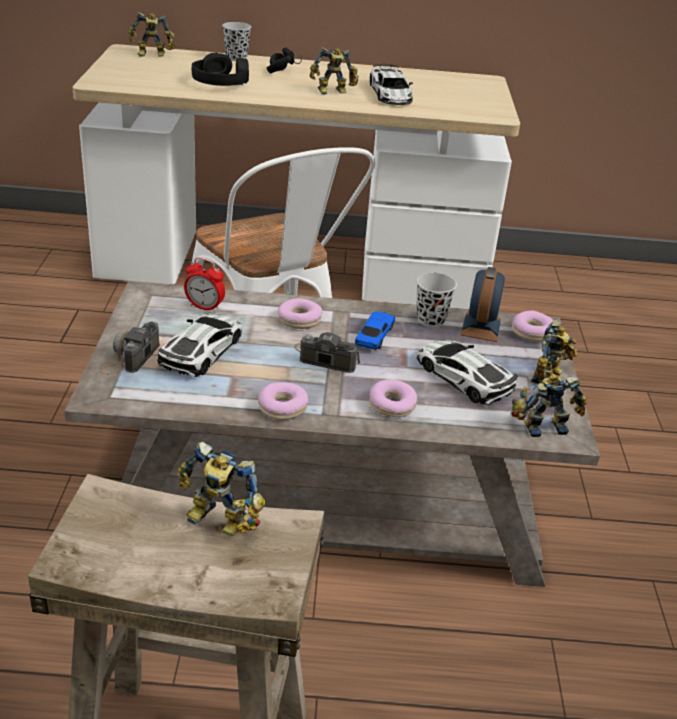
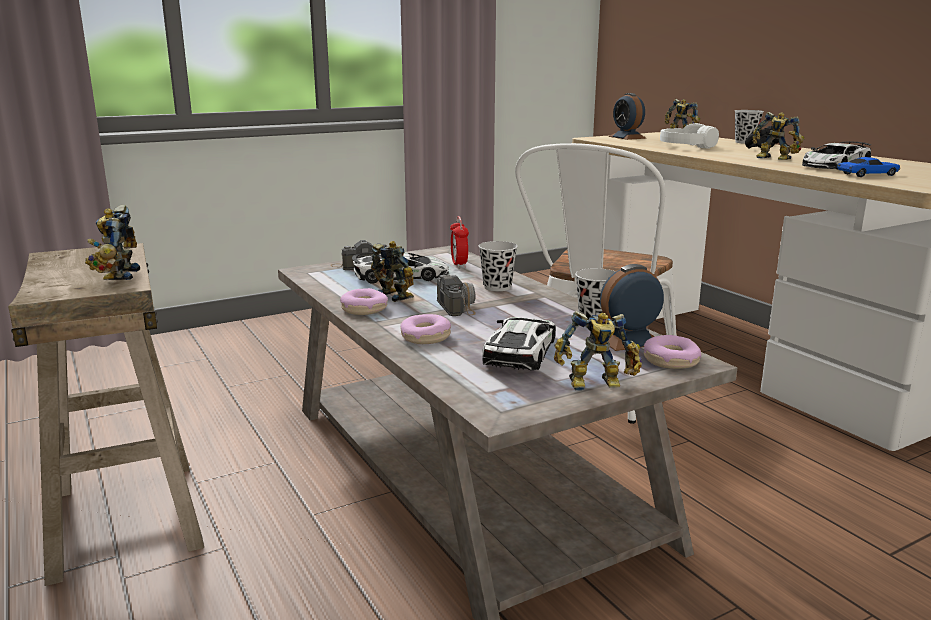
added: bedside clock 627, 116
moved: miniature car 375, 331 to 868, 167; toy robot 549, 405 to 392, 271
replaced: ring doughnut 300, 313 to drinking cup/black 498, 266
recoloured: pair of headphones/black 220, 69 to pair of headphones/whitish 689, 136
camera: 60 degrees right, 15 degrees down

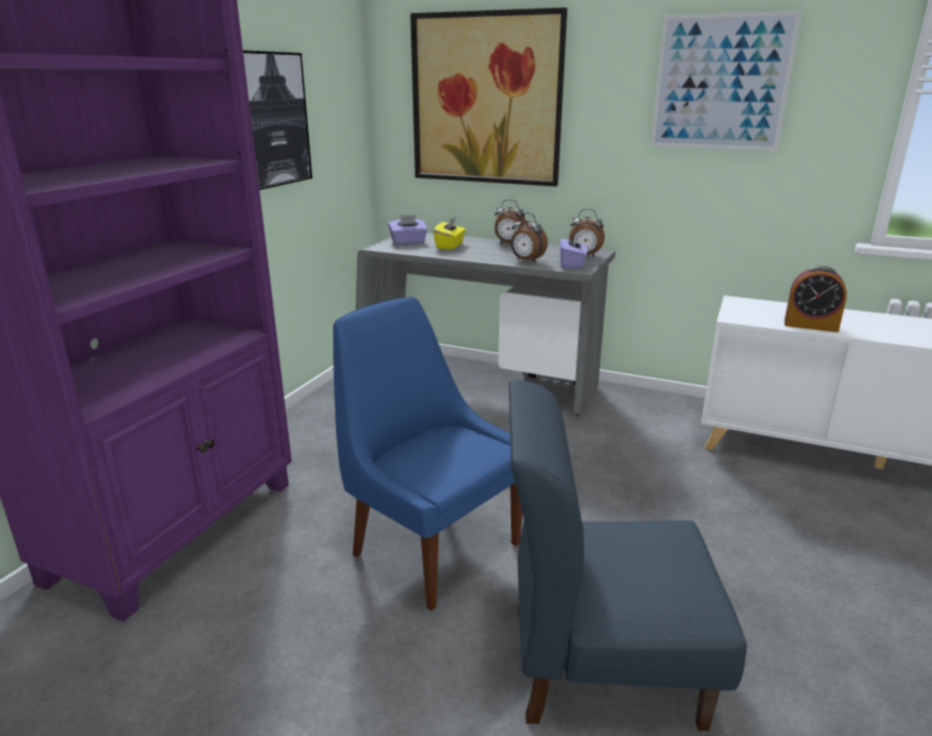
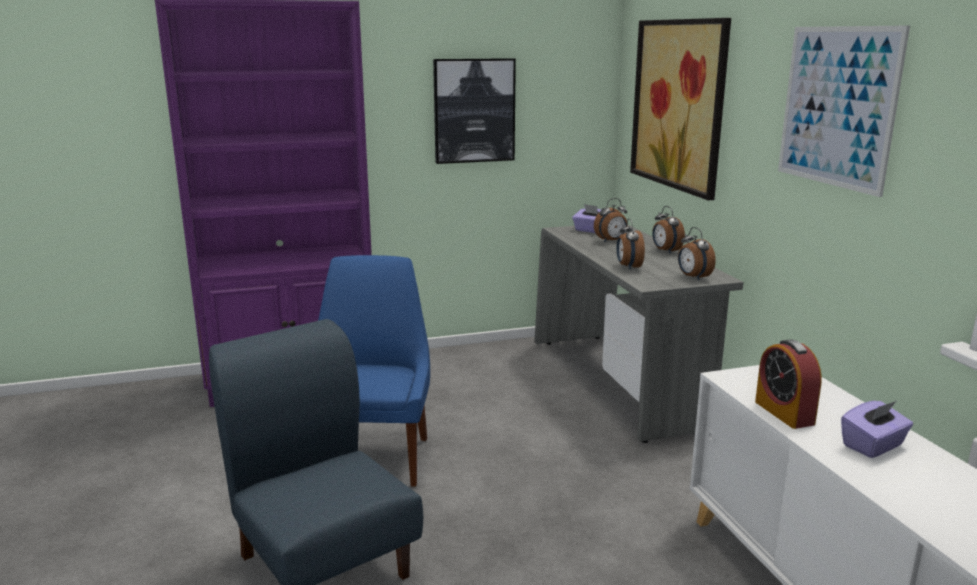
moved: box of tissues/purple 573, 251 to 877, 429
replaced: box of tissues/yellow-coloured 449, 233 to bedside clock 611, 220
camera: 50 degrees right, 5 degrees down

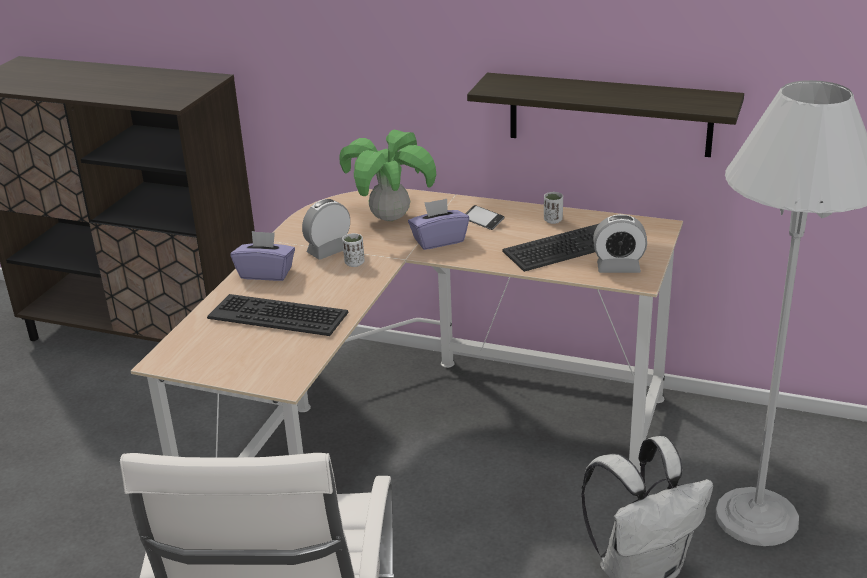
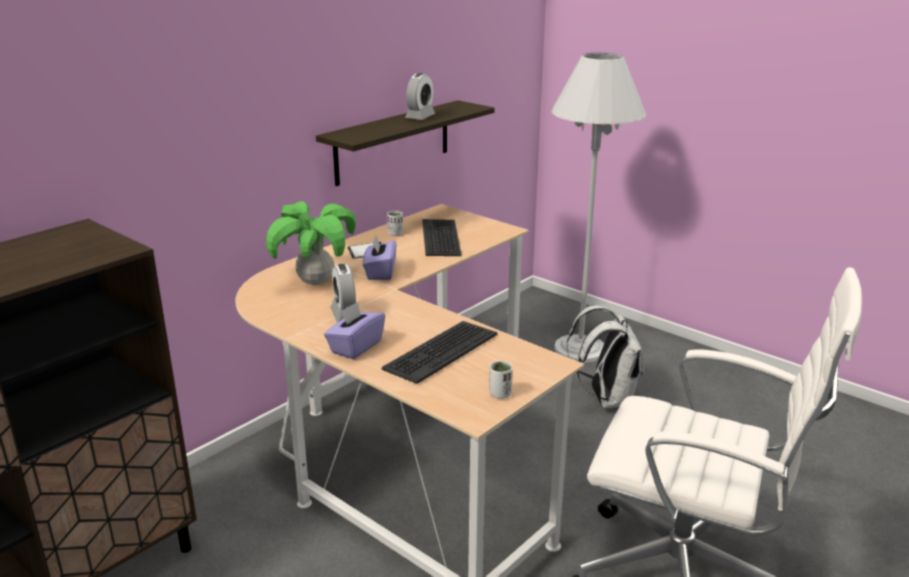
moved: bedside clock 620, 243 to 420, 96; drinking cup/whitish 353, 250 to 501, 380
camera: 70 degrees left, 5 degrees down

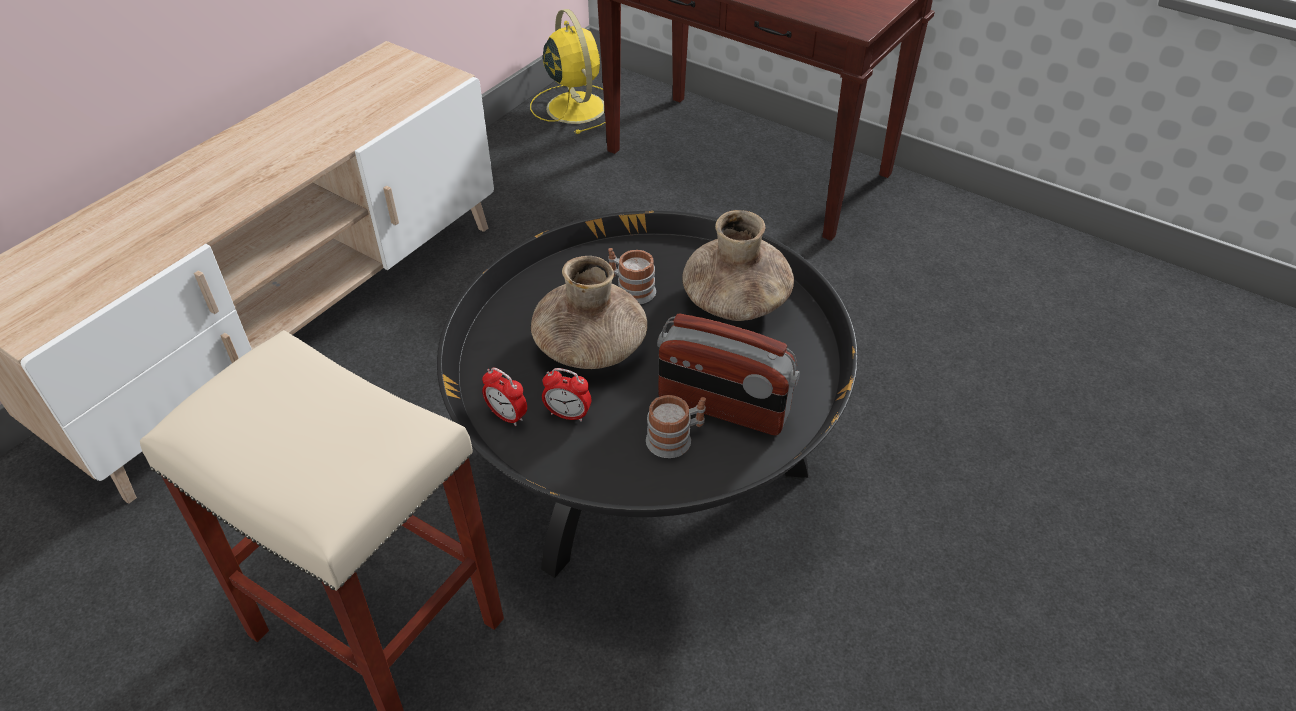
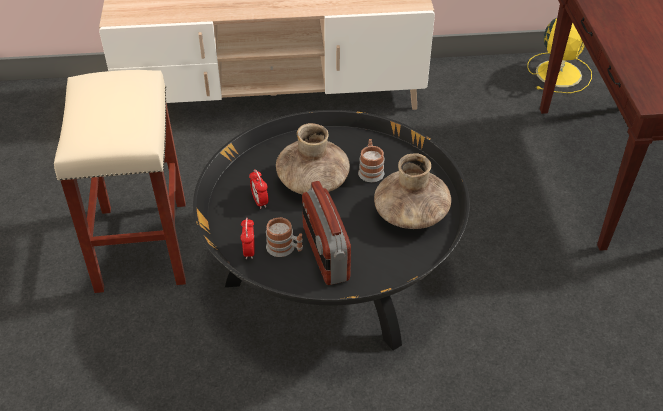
moved: bedside clock 504, 397 to 247, 238
camera: 50 degrees right, 0 degrees up

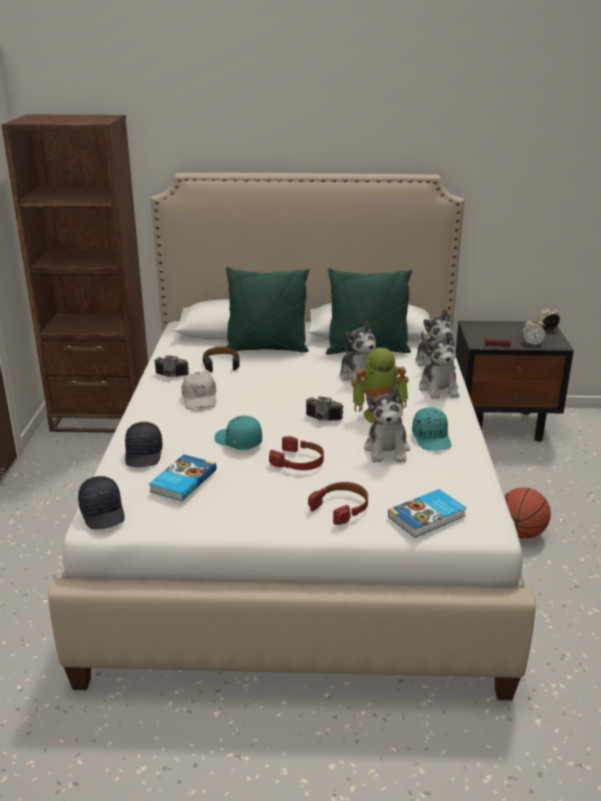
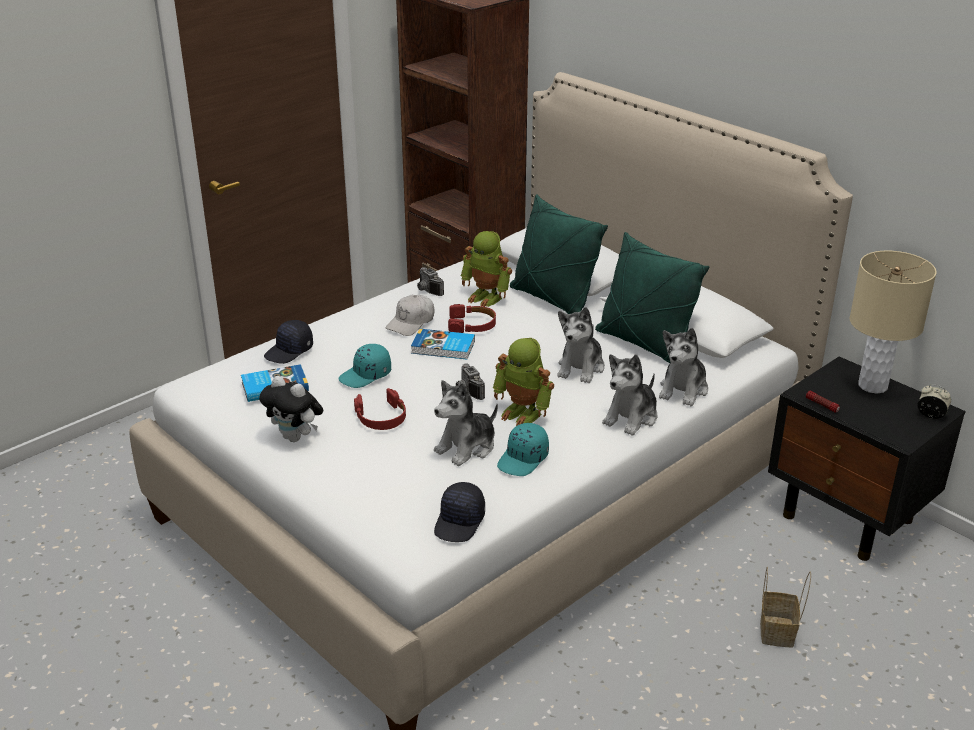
removed: bedside clock 533, 331; basketball ball 527, 513
added: tabletop lamp/beige-coloured 893, 322; cuddly toy 291, 409; basket 785, 607
moved: baseball cap/black 101, 502 to 459, 512; pair of headphones/reddish 338, 503 to 472, 318; bound book 427, 513 to 443, 344
replaced: pair of headphones/black 221, 359 to toy robot 486, 269
turned: baseball cap/turquoise 238, 433 = 364, 366 120 degrees counterclockwise
camera: 45 degrees right, 5 degrees up

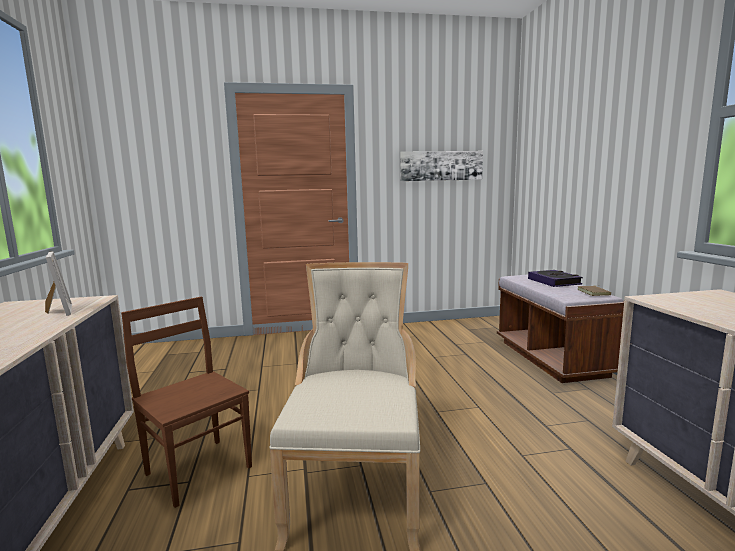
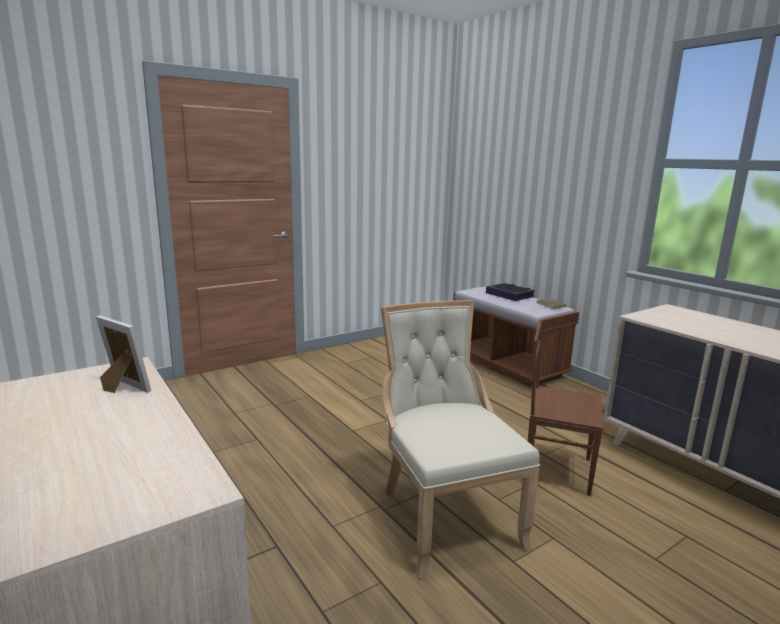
removed: wall picture 441, 166
moved: chair/brown-coloured 186, 402 to 565, 408
camera: 25 degrees left, 5 degrees up

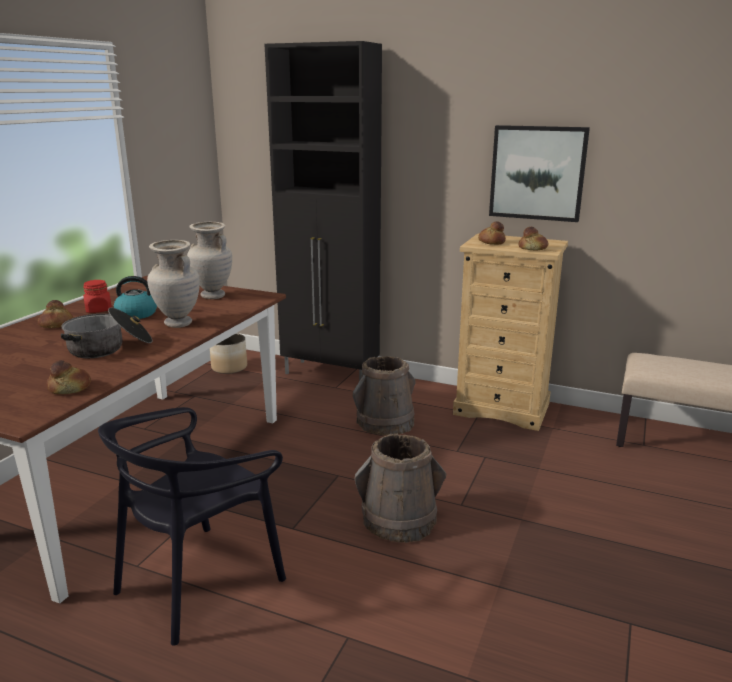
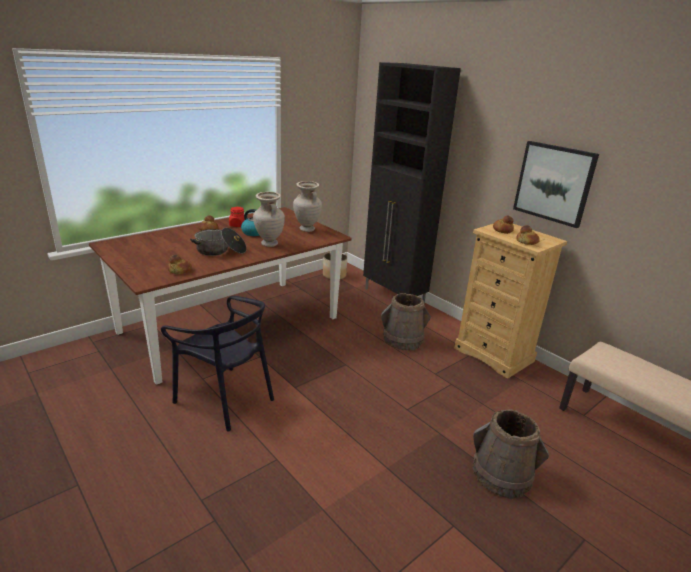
moved: bucket/brown-coloured 400, 488 to 511, 454
turned: chair/black 192, 526 = 217, 363 120 degrees counterclockwise
camera: 25 degrees right, 5 degrees up

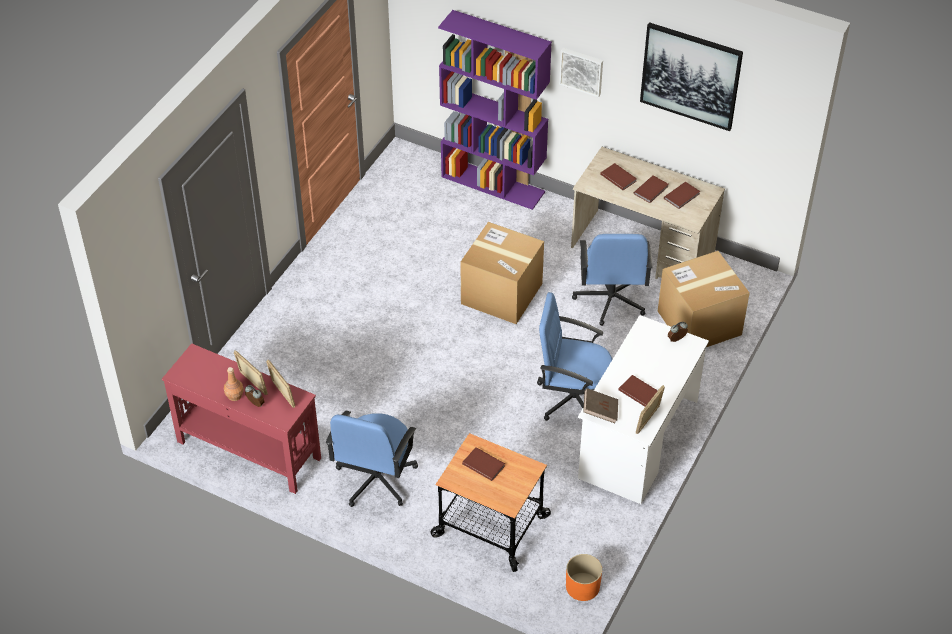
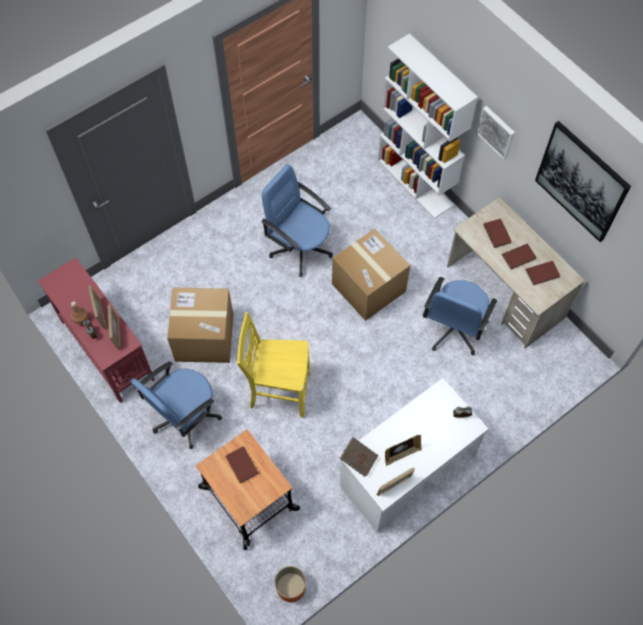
added: chair/yellow-coloured 273, 365
moved: packing box 704, 299 to 200, 325; computer chair/blue 574, 356 to 297, 220
replaced: bound book/brown-coloured 638, 391 to standing frame 403, 450
recoloured: shelving unit/purple 495, 110 to shelving unit/whitish 428, 126
camera: 25 degrees right, 15 degrees up

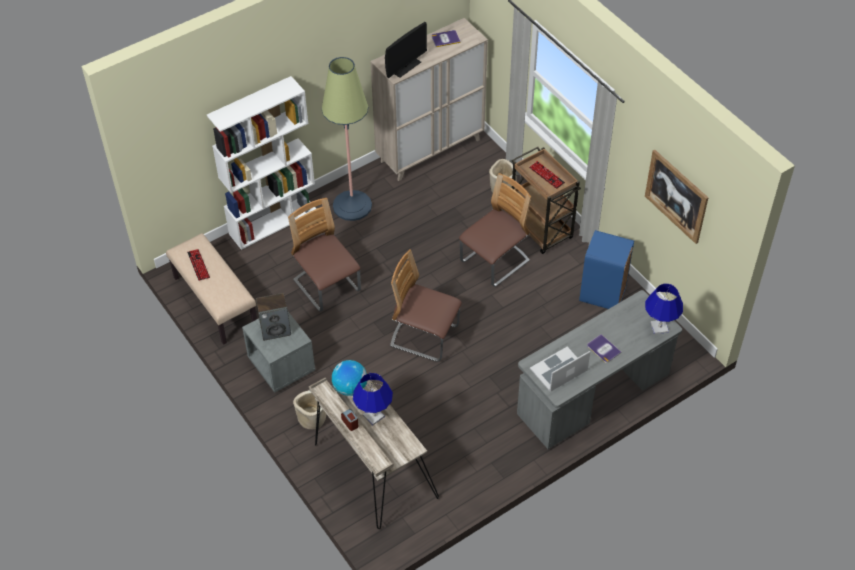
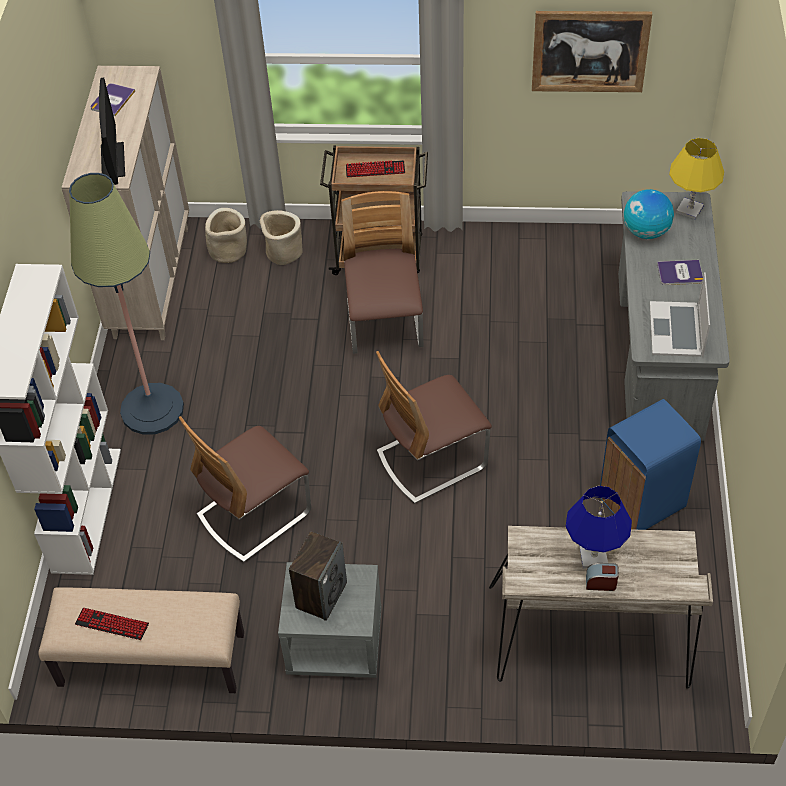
moved: waste bin/blue 606, 269 to 650, 464; globe 349, 378 to 649, 214; plant pot/beige-coloured 309, 410 to 226, 235
recoloured: tabletop lamp/blue 664, 308 to tabletop lamp/yellow-coloured 696, 179
turned: chair 324, 255 = 245, 489 45 degrees counterclockwise
camera: 50 degrees left, 0 degrees up

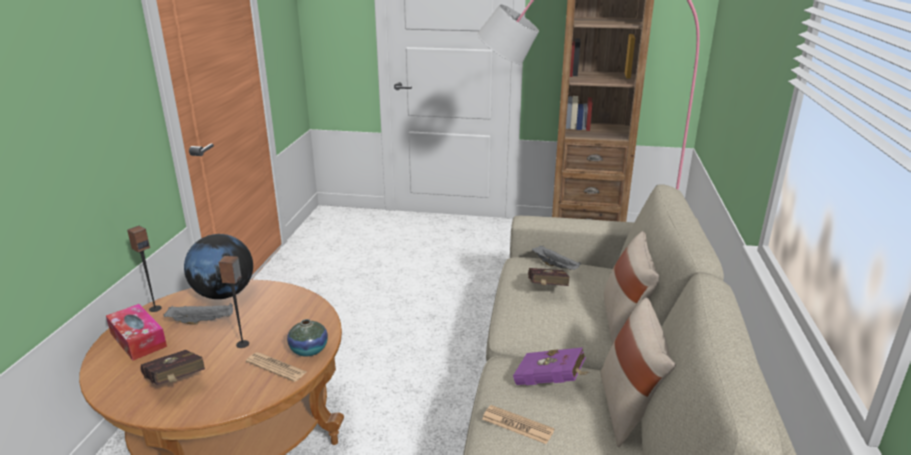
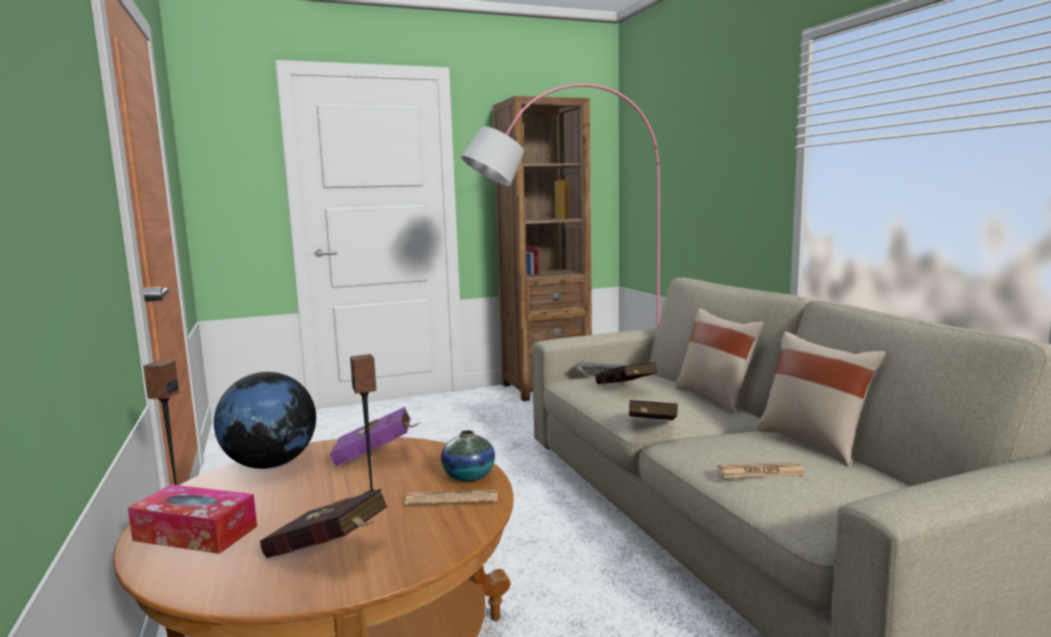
removed: carrying tray/grey 198, 313
added: bound book/reddish 653, 410
moved: bound book/purple 551, 366 to 375, 436
camera: 30 degrees left, 15 degrees down

